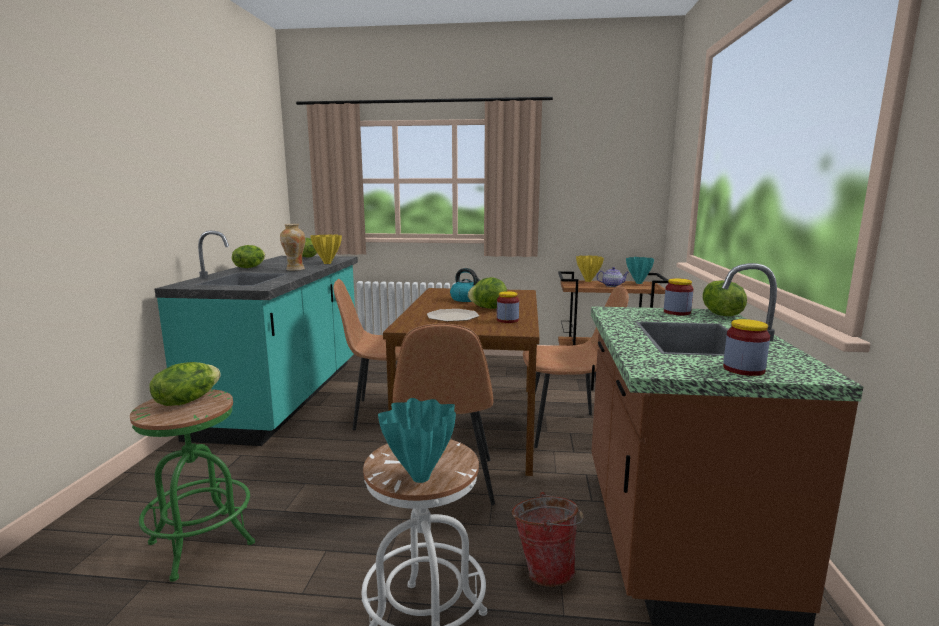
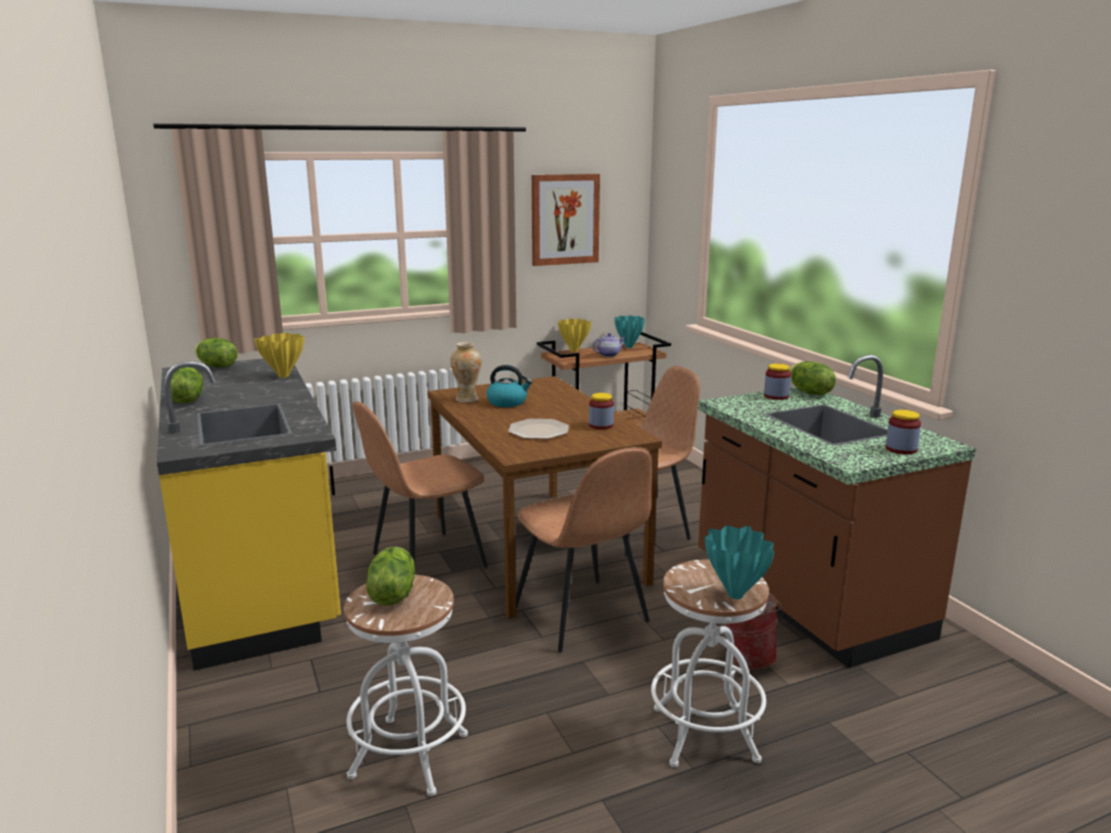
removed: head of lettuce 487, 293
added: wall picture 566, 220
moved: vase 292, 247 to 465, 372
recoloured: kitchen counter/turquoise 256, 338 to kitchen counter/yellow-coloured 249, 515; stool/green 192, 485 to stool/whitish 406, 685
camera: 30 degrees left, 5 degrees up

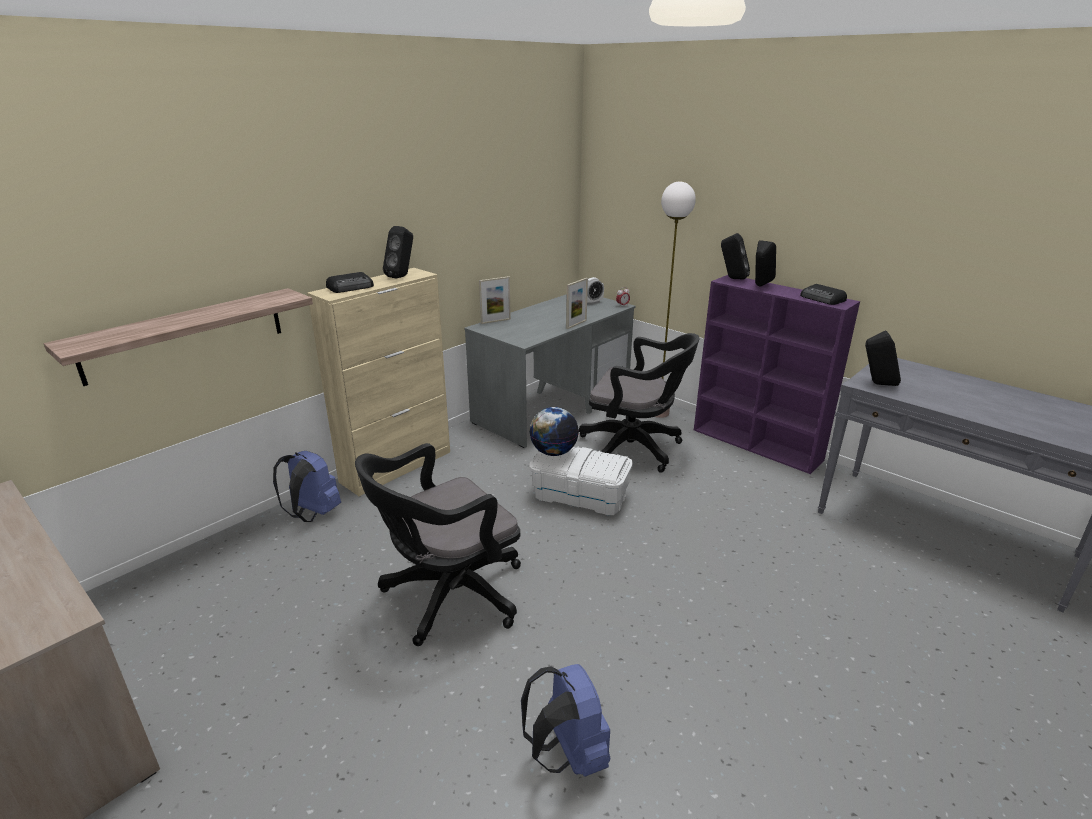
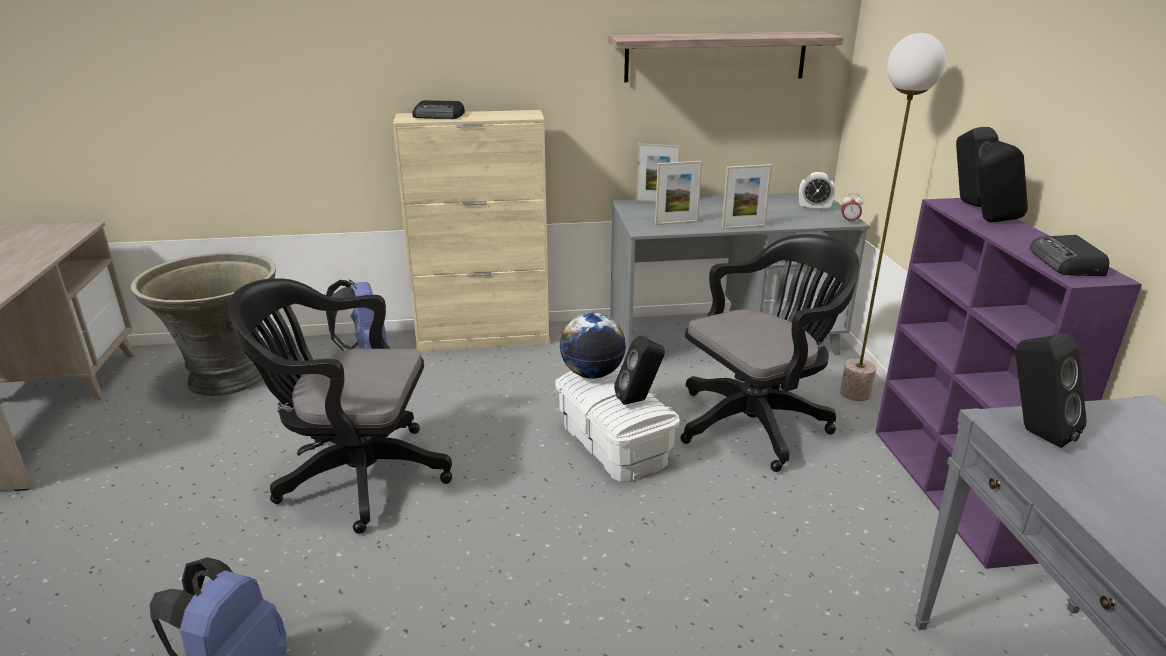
added: standing frame 678, 193; plant pot/grey 203, 324
moved: loudspeaker/black 398, 252 to 639, 370; wall shelf 178, 337 to 725, 57
turned: computer chair/black 639, 403 = 770, 353 90 degrees counterclockwise
camera: 40 degrees right, 0 degrees up

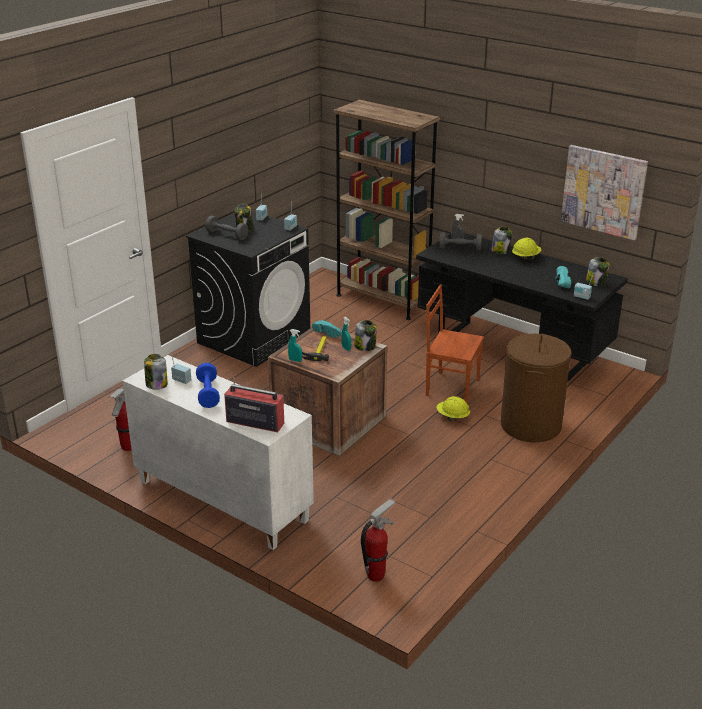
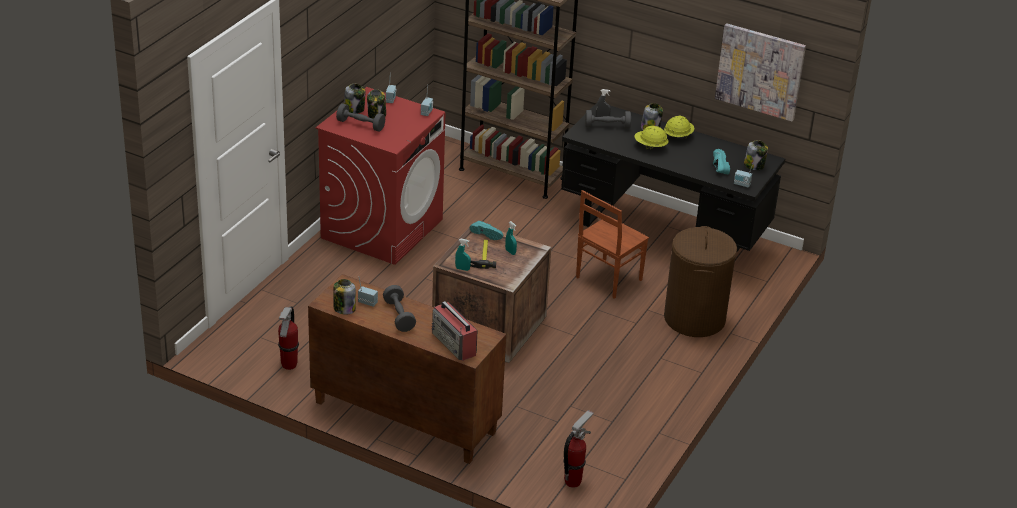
moved: storage jar 365, 335 to 354, 99; safety helmet/yellow-coloured 453, 408 to 651, 137
recoloured: laundry machine/black 248, 289 to laundry machine/reddish 380, 176; storage cabinet/whitish 218, 452 to storage cabinet/brown-coloured 407, 369; hand weight/blue 208, 385 to hand weight/grey 399, 308
turned: chair/brown-coloured 455, 343 = 612, 244 60 degrees counterclockwise; radio receiver 254, 405 = 455, 331 135 degrees counterclockwise
camera: 10 degrees left, 5 degrees up

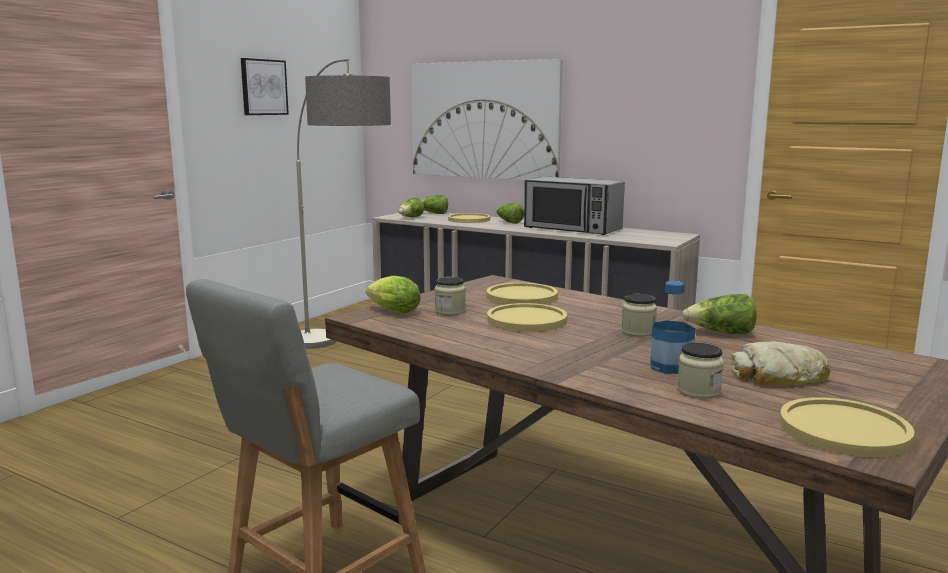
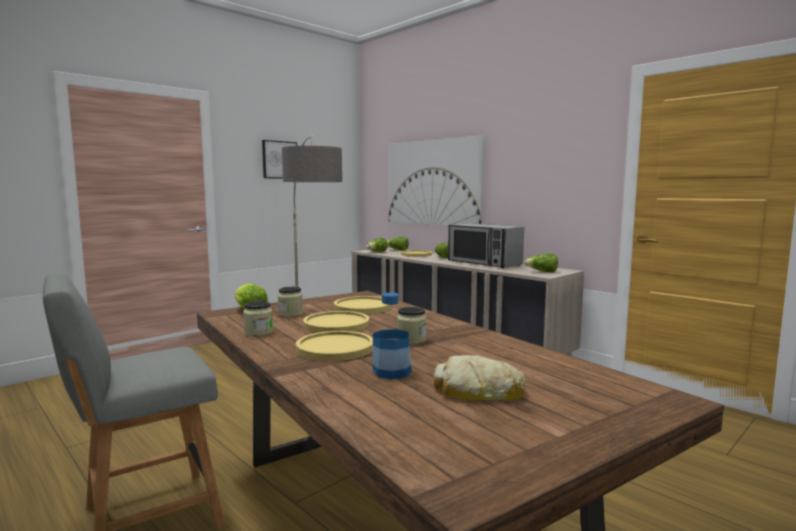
moved: head of lettuce 719, 314 to 541, 263; storage jar 700, 371 to 258, 318; dinner plate/yellow-coloured 847, 427 to 334, 346
camera: 15 degrees right, 5 degrees down

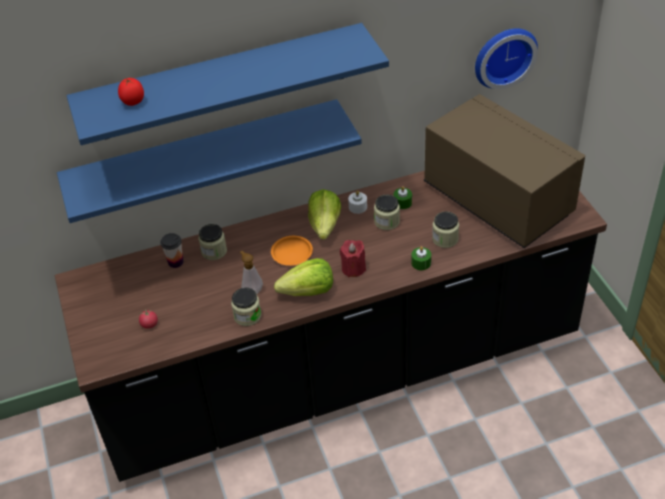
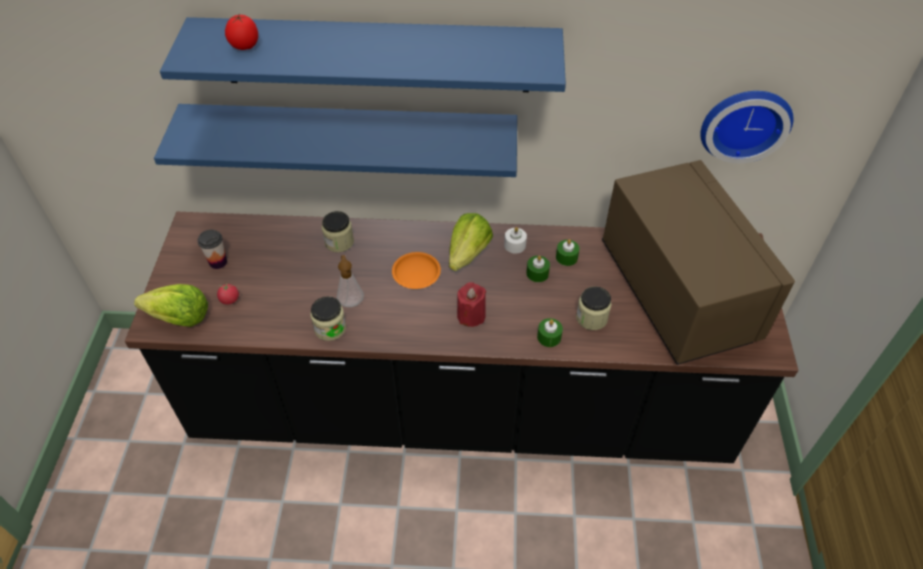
moved: drinking cup 172, 250 to 212, 249; head of lettuce 303, 277 to 171, 305
replaced: storage jar 387, 212 to wax candle/green 538, 269
camera: 20 degrees right, 5 degrees up

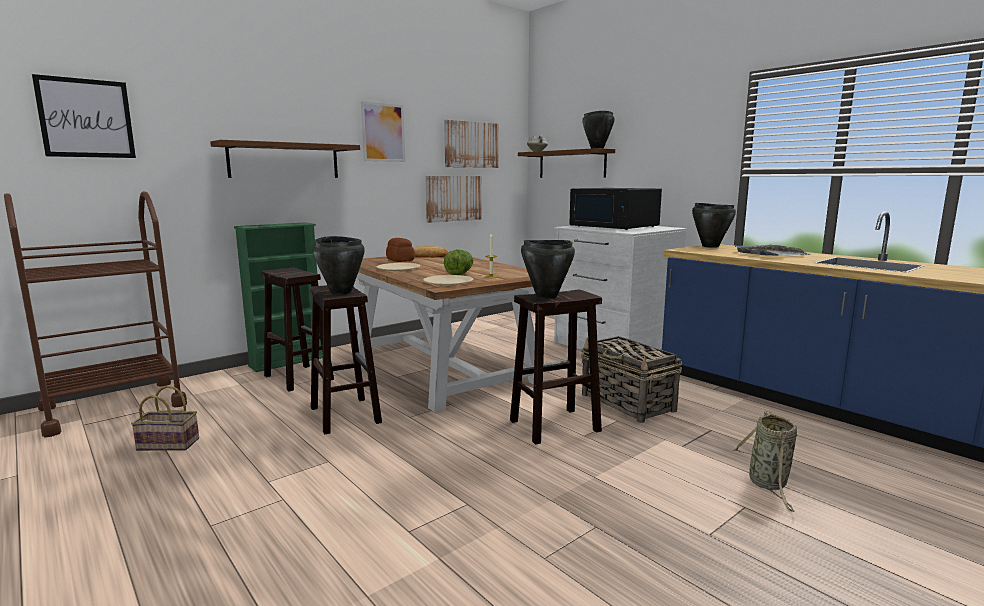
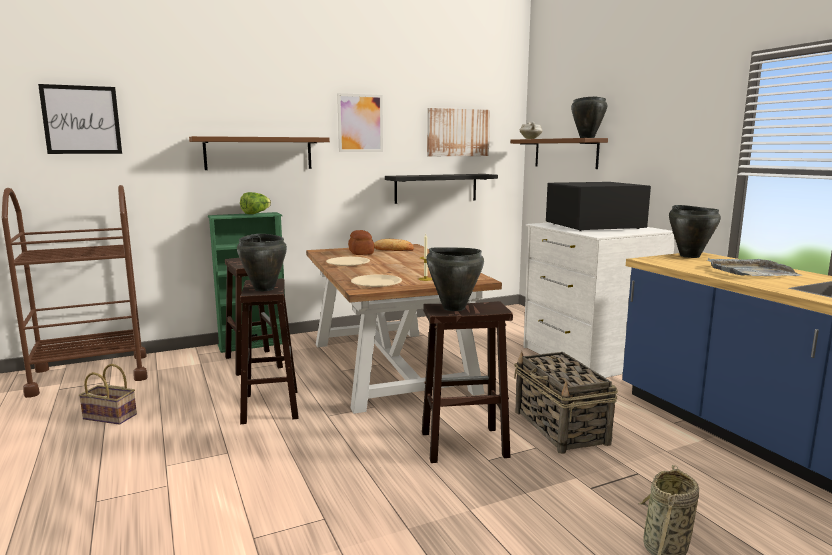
moved: head of lettuce 458, 262 to 255, 203
replaced: wall picture 453, 199 to wall shelf/black 441, 189
turned: microwave/black 616, 209 = 598, 206 105 degrees clockwise
camera: 15 degrees right, 0 degrees up

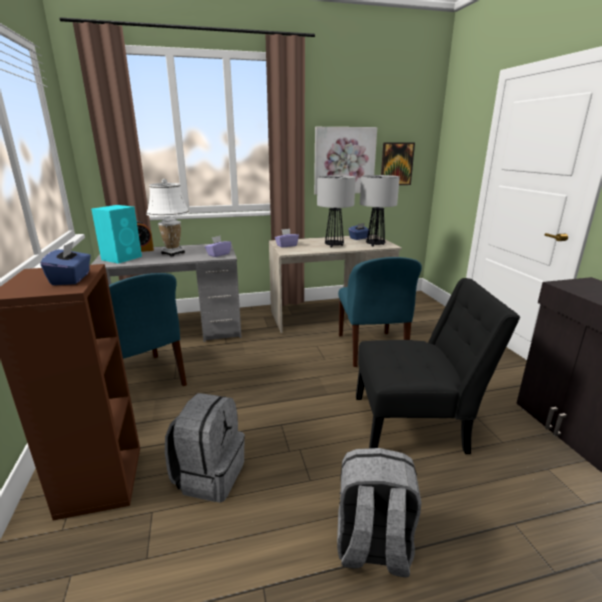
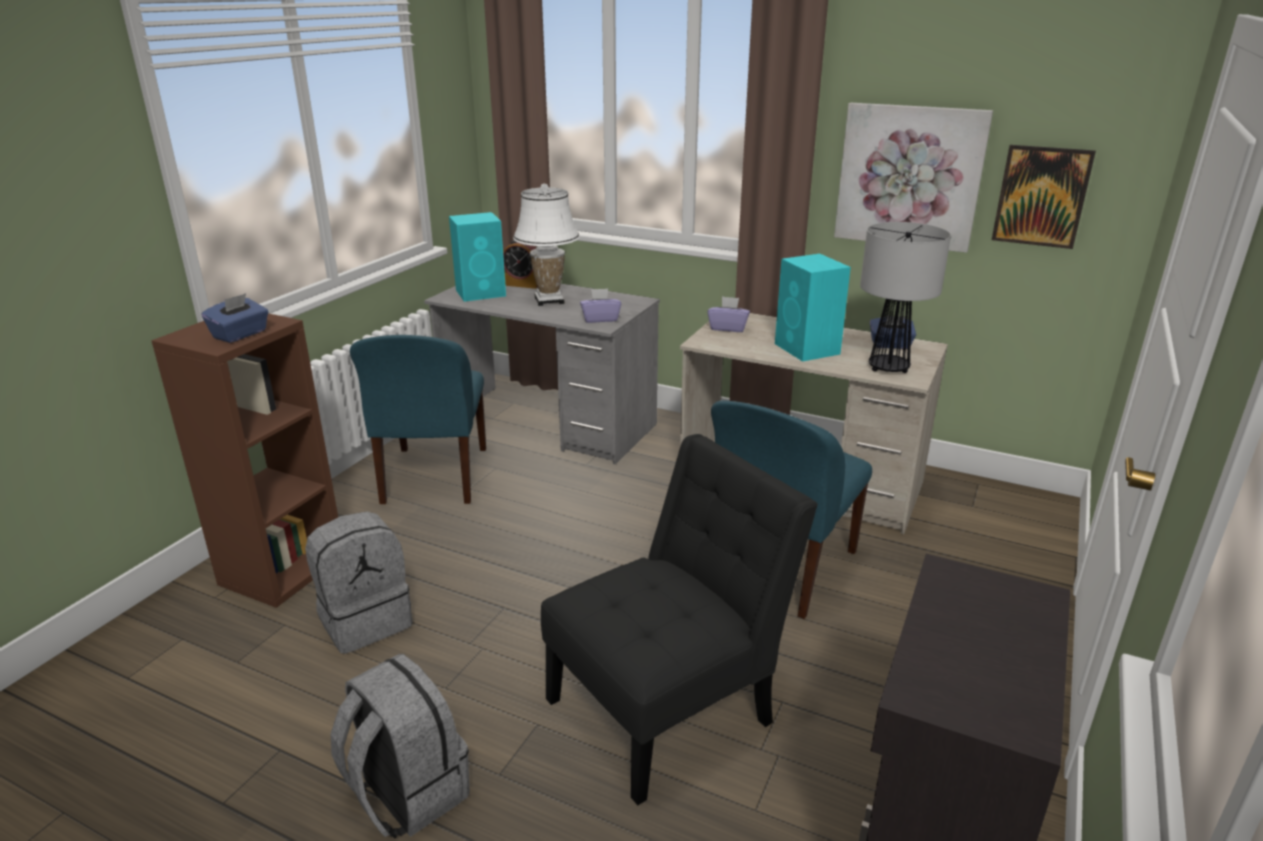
replaced: tabletop lamp 336, 211 to loudspeaker/turquoise 813, 308
turned: chair/black 438, 366 = 679, 619 75 degrees counterclockwise
camera: 40 degrees right, 5 degrees up

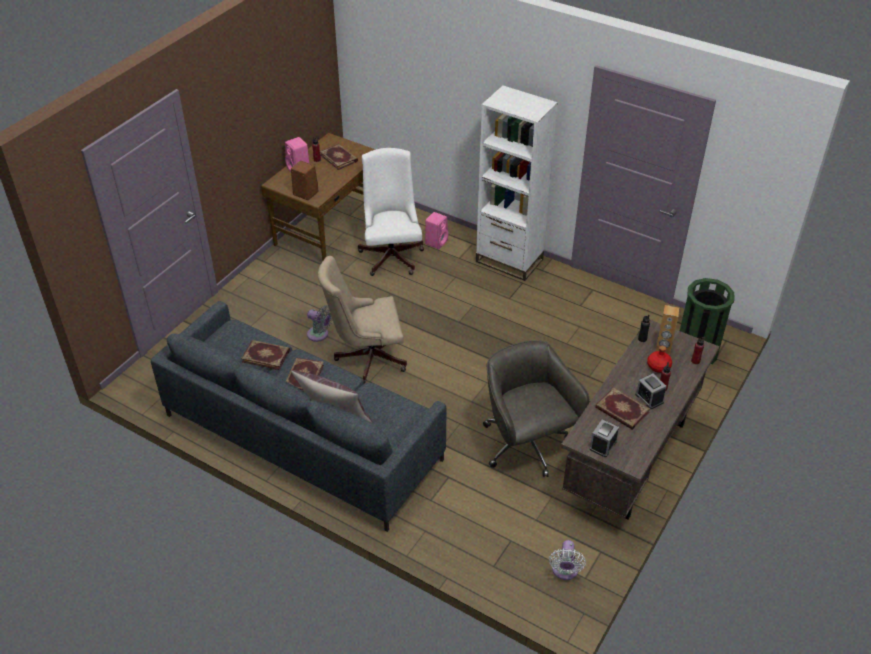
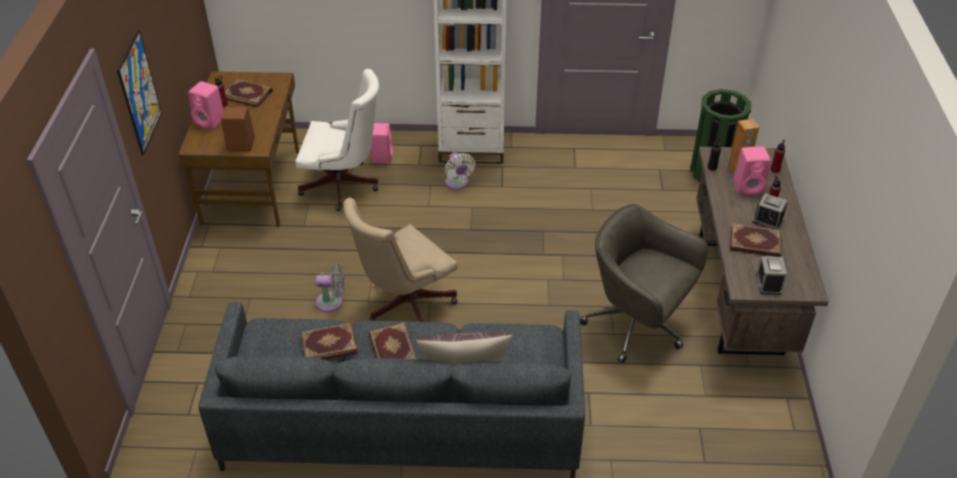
added: wall picture 139, 93
moved: electric fan/whitish 567, 560 to 460, 171
replaced: beverage bottle/reddish 659, 359 to loudspeaker/pink-coloured 752, 170
turned: computer chair/whitish 391, 212 = 337, 140 135 degrees clockwise
camera: 30 degrees left, 0 degrees up

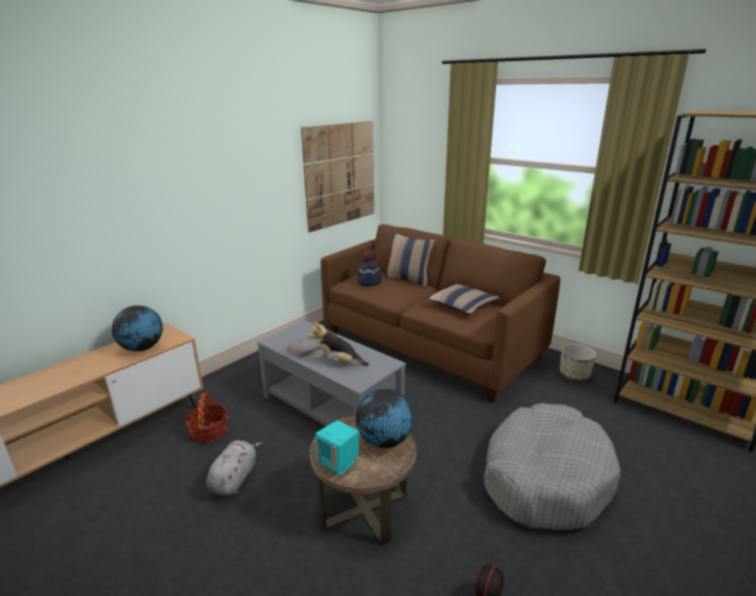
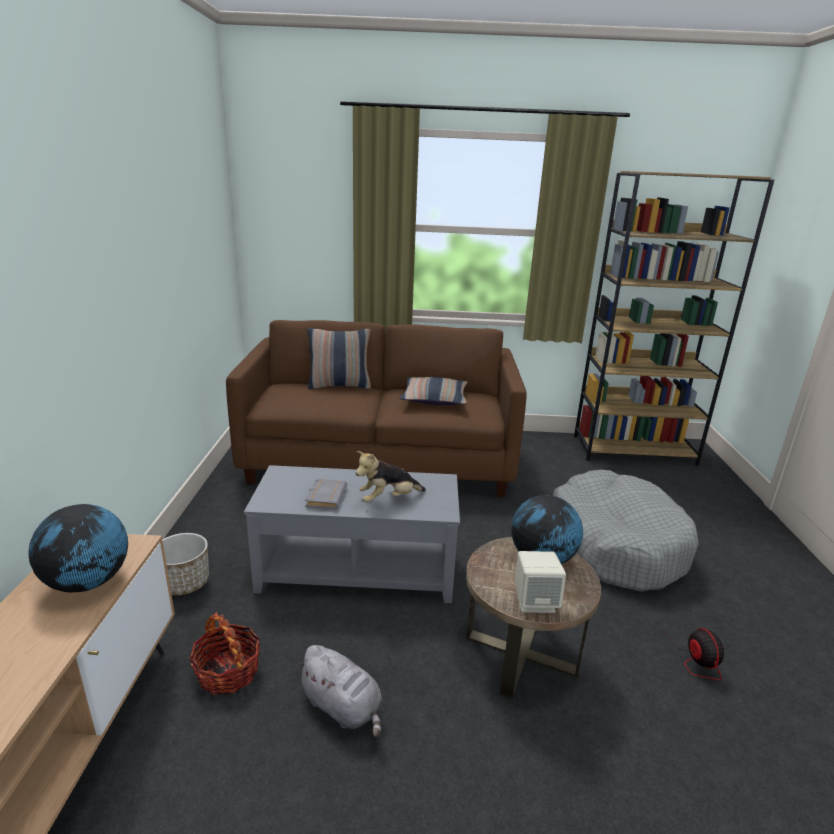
removed: wall picture 337, 176; clothing hat 369, 268
moved: plant pot 578, 362 to 185, 564
recoloured: loudspeaker/turquoise 337, 448 to loudspeaker/beige-coloured 540, 582
turned: cuddly toy/grey 234, 468 = 339, 691 150 degrees clockwise
camera: 40 degrees left, 0 degrees up

